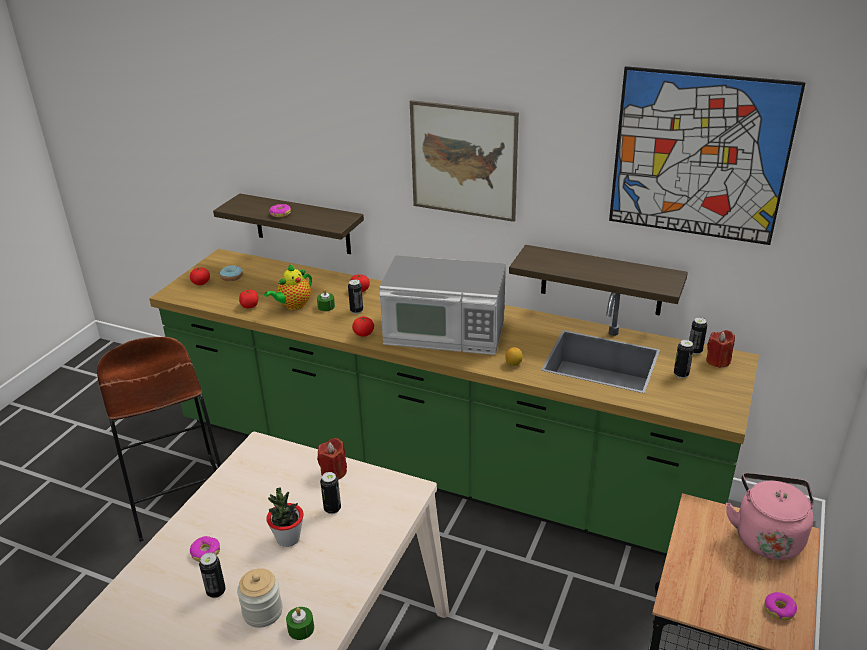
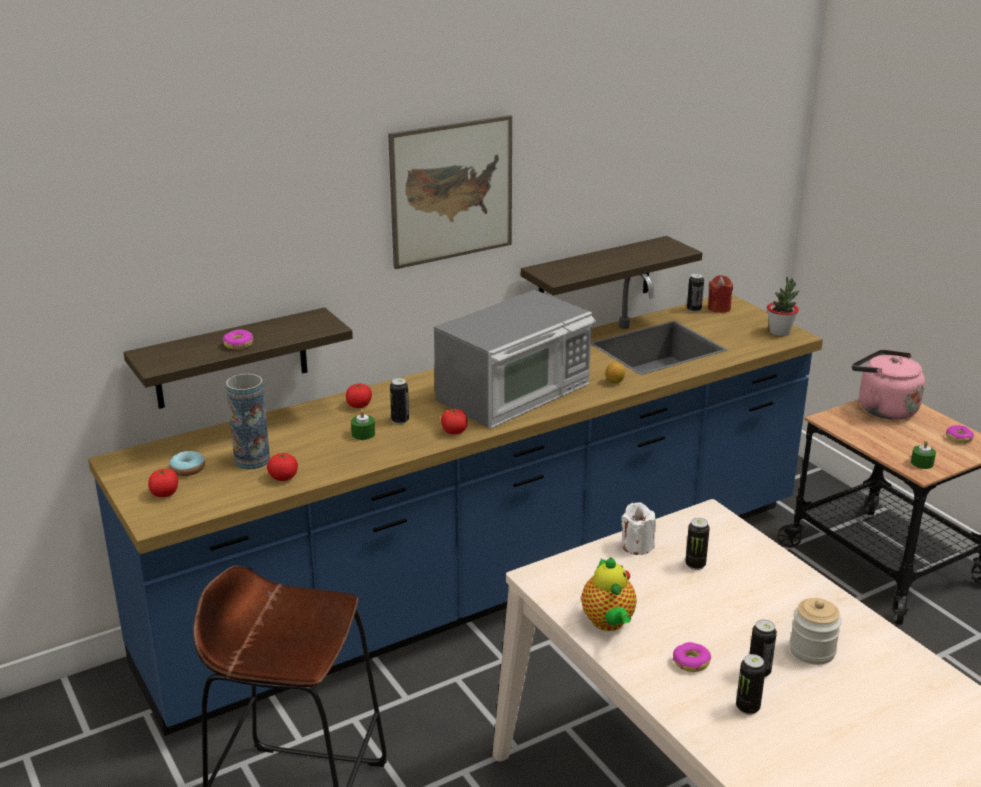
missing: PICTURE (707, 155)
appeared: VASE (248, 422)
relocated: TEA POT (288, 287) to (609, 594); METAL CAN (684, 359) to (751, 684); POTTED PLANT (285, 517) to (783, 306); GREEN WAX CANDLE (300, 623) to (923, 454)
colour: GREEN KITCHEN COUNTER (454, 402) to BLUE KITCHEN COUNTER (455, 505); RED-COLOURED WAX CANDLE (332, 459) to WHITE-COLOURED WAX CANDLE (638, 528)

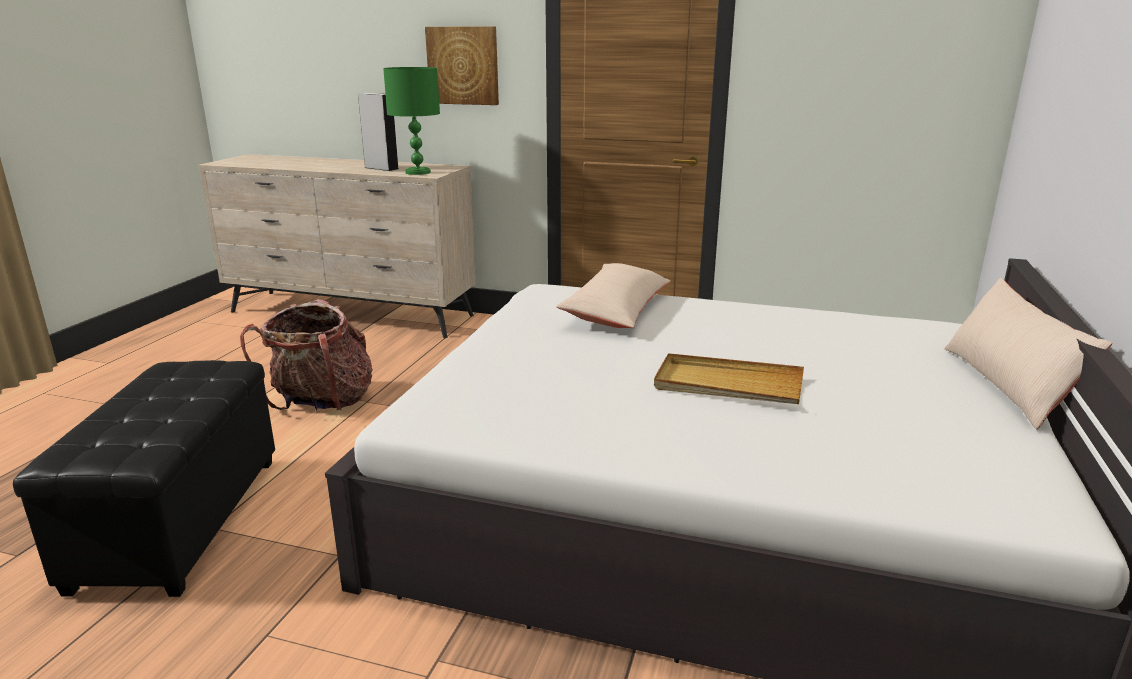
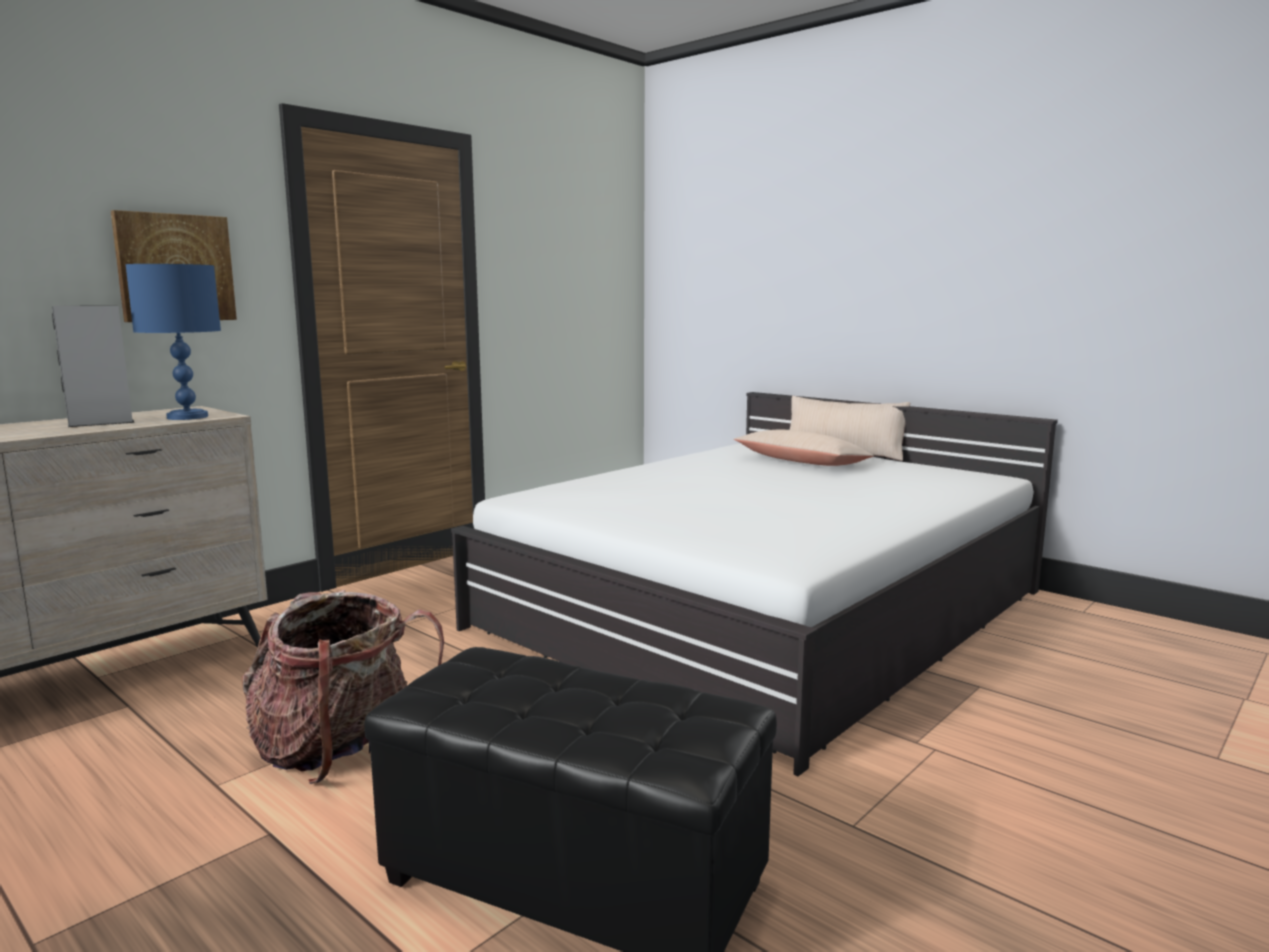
missing: SAND-COLOURED CARRYING TRAY (729, 378)
relocated: SAND-COLOURED THROW PILLOW (613, 295) to (804, 447)
colour: GREEN TABLETOP LAMP (411, 121) to BLUE TABLETOP LAMP (173, 342)

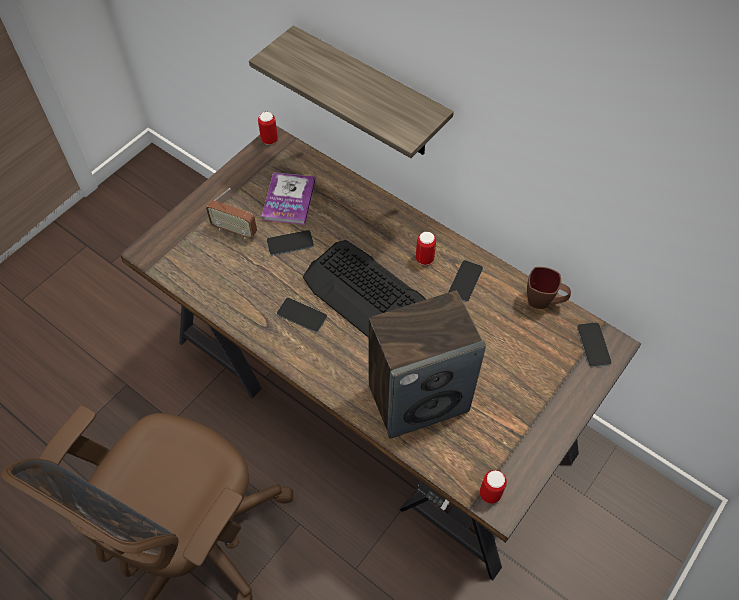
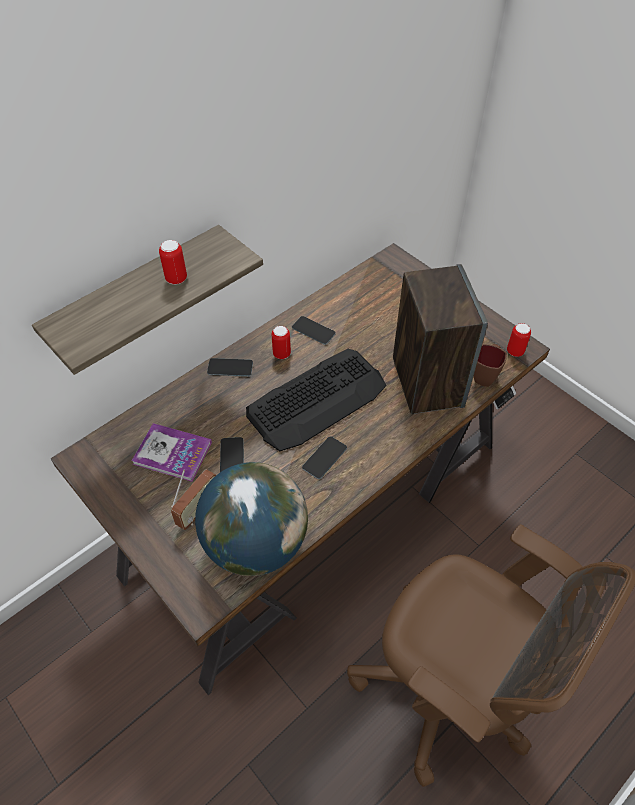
appeared: GLOBE (251, 519)
relocated: METAL CAN (268, 128) to (173, 262); BROWN COFFEE MUG (549, 288) to (490, 365); HANDSET (594, 345) to (230, 367)

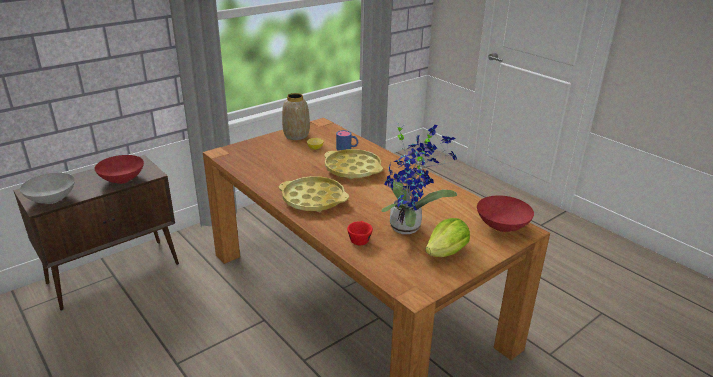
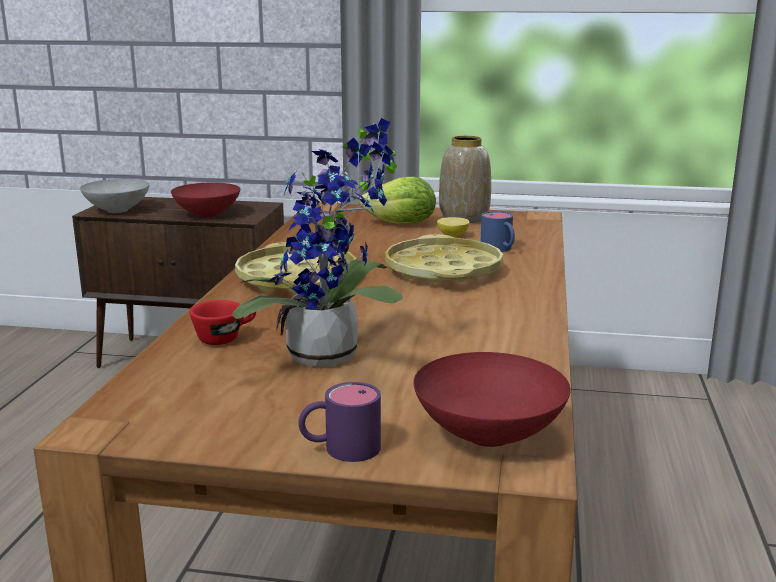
appeared: PURPLE-COLOURED COFFEE MUG (339, 422)
relocated: LETTUCE HEAD (447, 237) to (397, 200)

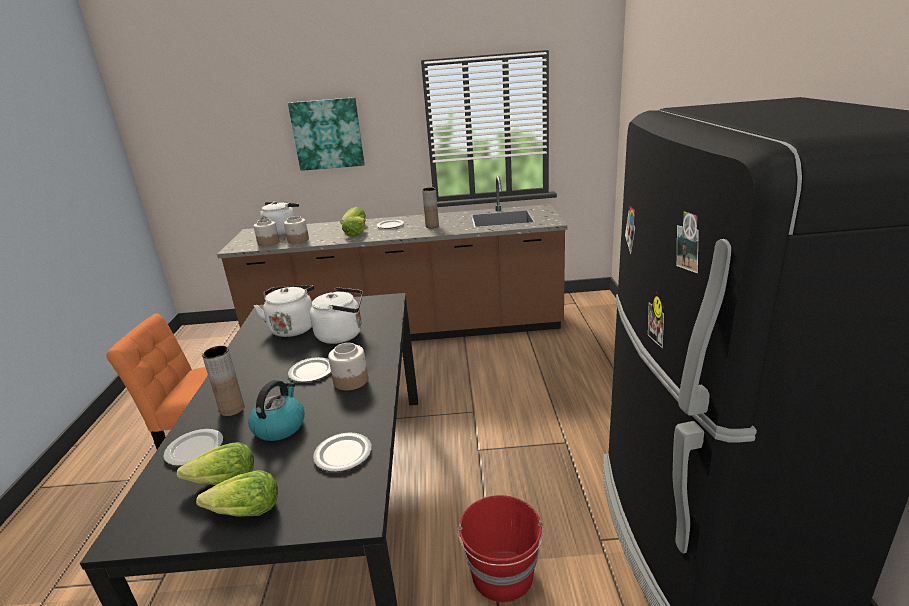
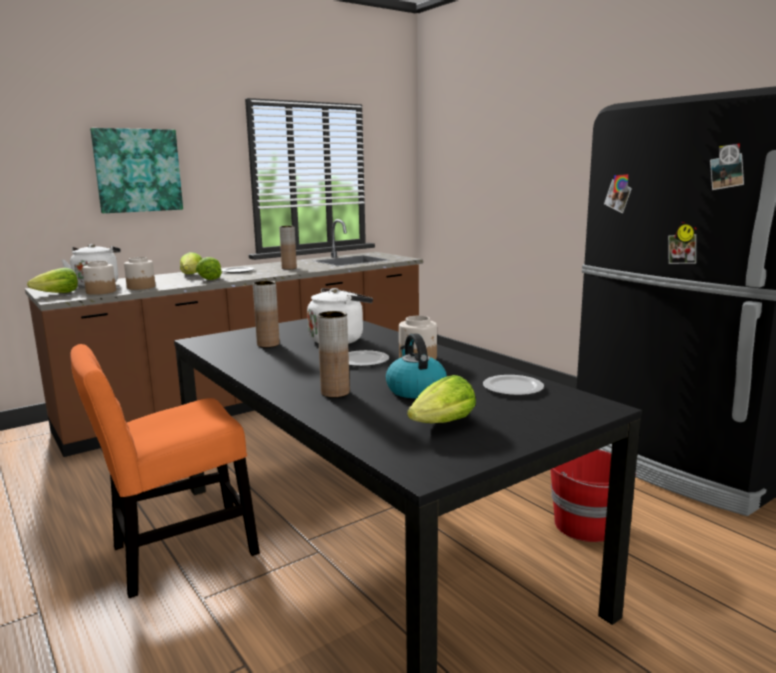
missing: PLATE (193, 447)
relocated: LETTUCE HEAD (237, 493) to (52, 280)
exchanged: WHITE-COLOURED WATER KETTLE (284, 311) to BROWN VASE (266, 314)

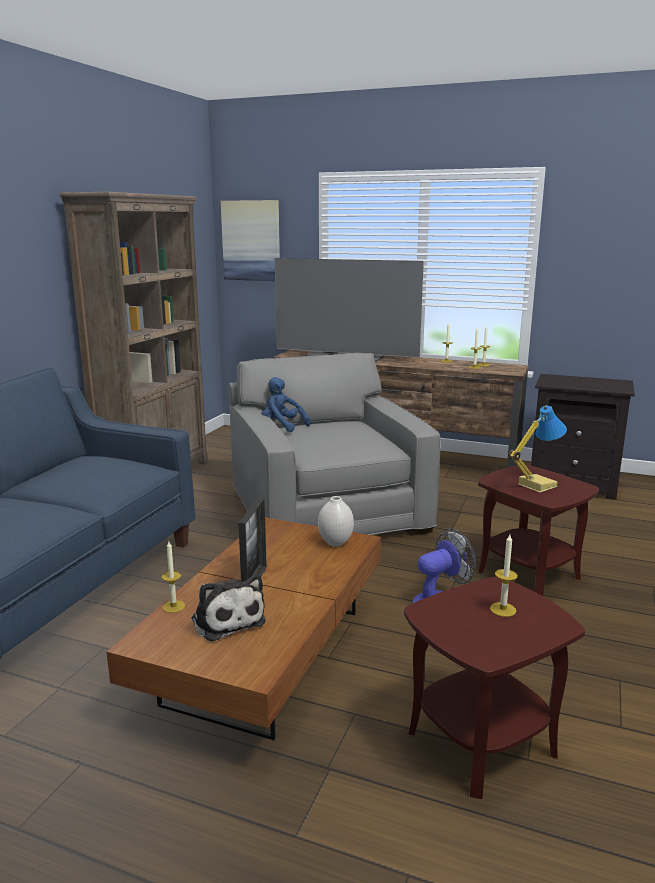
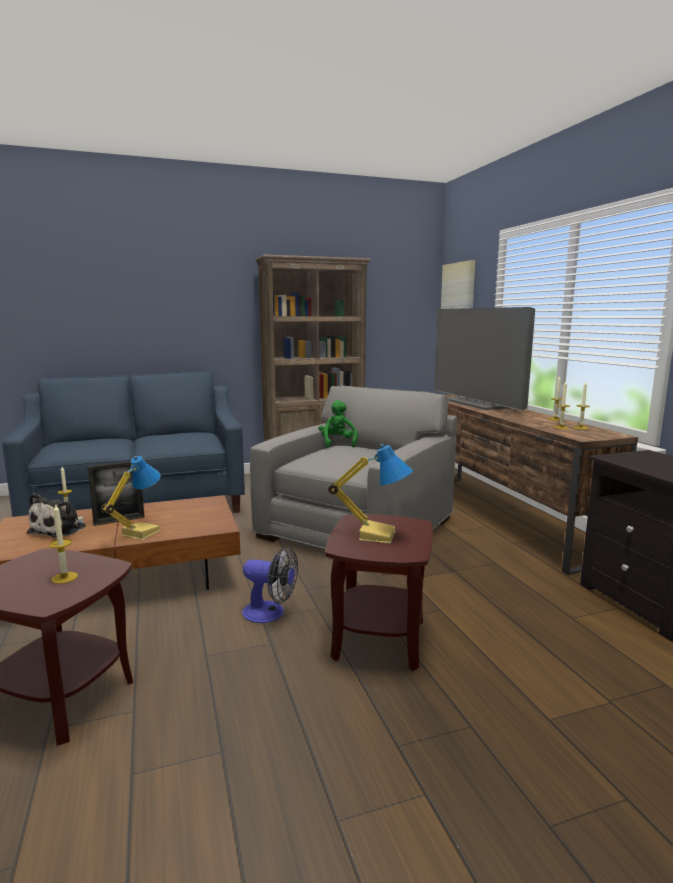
missing: WHITE-COLOURED VASE (336, 521)
appeared: TABLETOP LAMP (131, 498)
colour: BLUE CUDDLY TOY (286, 404) to GREEN CUDDLY TOY (338, 423)

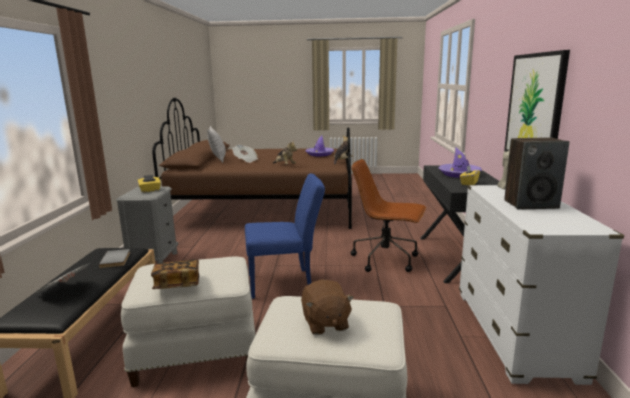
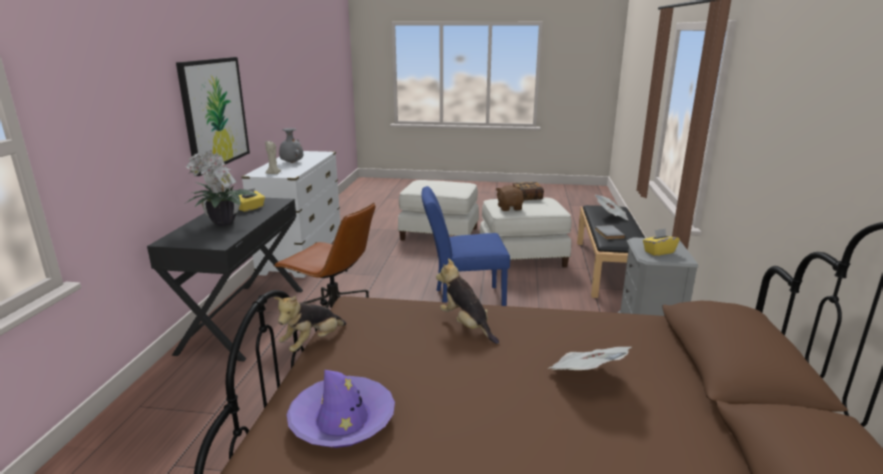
missing: THROW PILLOW (216, 144)
relocated: BROWN CUDDLY TOY (327, 307) to (510, 198)
exchanged: AUDIO SPEAKER (536, 173) to GREYISH VASE (291, 145); PURPLE-COLOURED WEARABLE HAT (460, 163) to POTTED PLANT (222, 188)

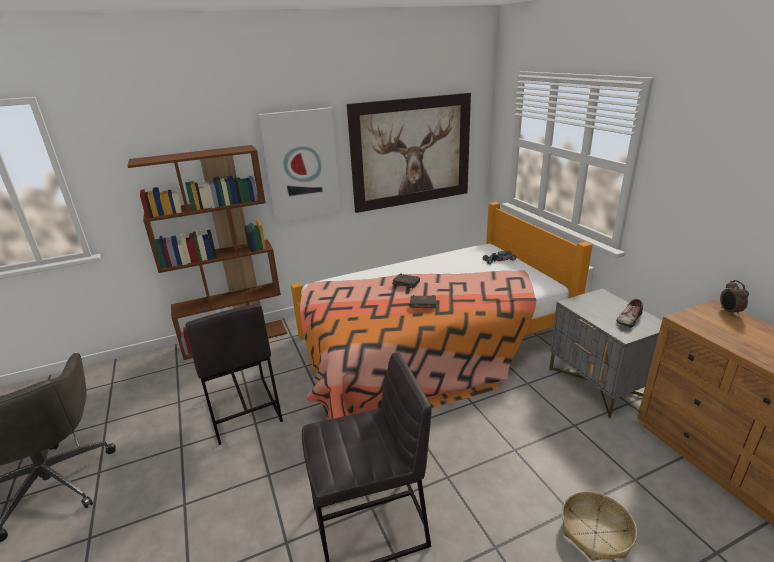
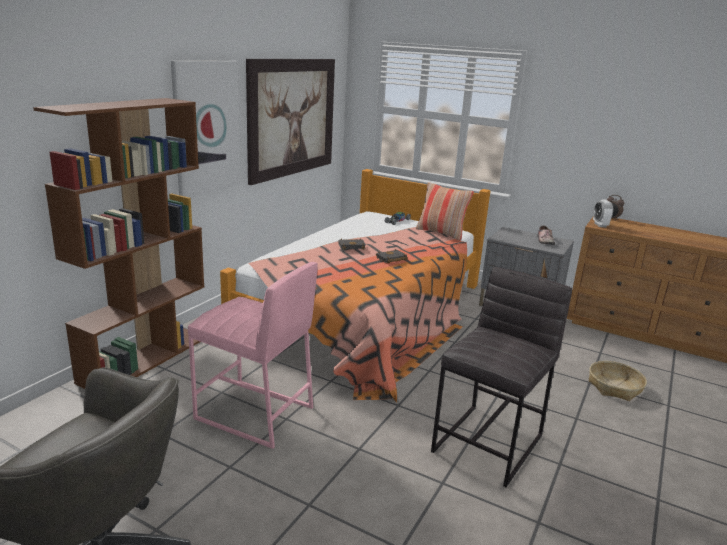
appeared: THROW PILLOW (445, 211); BEDSIDE CLOCK (603, 213)
colour: GREYISH STOOL (234, 374) to PINK STOOL (253, 355)

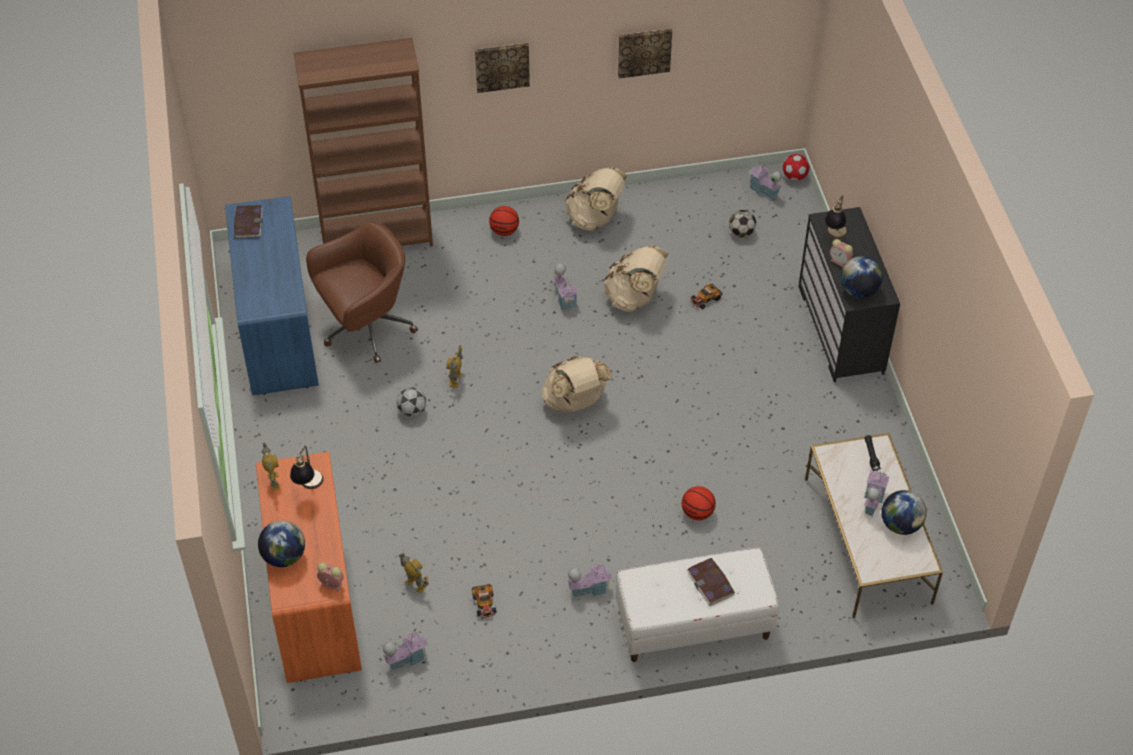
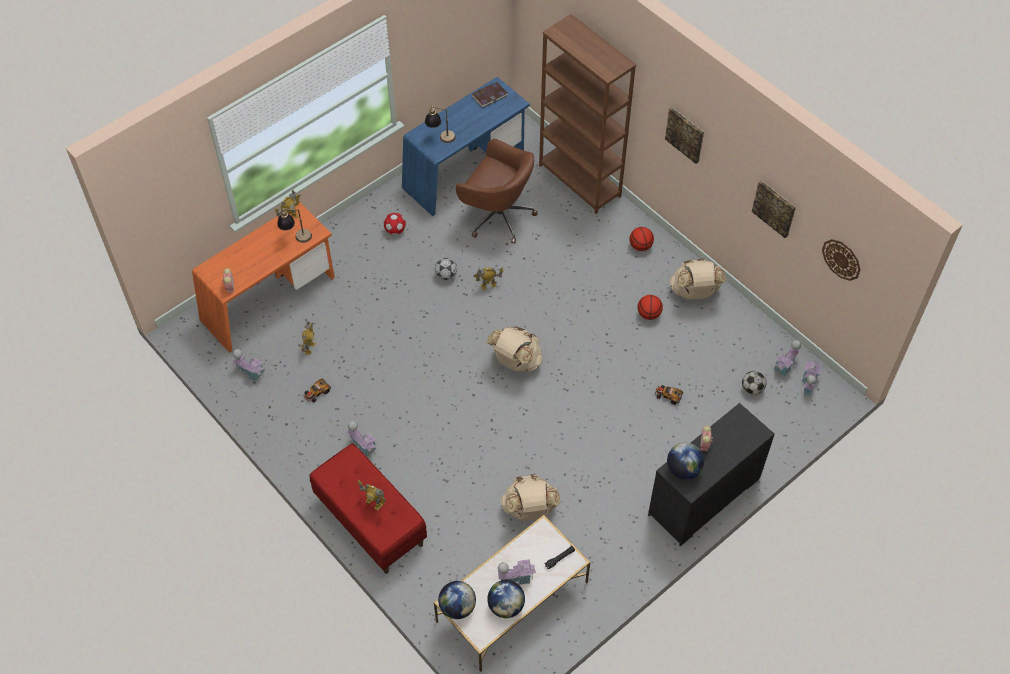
appeared: CLOCK ON THE WALL (841, 260)
relocated: FOOTBALL BALL (796, 167) to (395, 224); TABLETOP LAMP (835, 217) to (440, 124); SAND-COLOURED BACKPACK (635, 278) to (530, 497); MODEL HOUSE (565, 288) to (787, 358); BALL FOR BASKETBALL (699, 503) to (650, 307); GLOBE (281, 544) to (457, 600)
exchanged: BOUND BOOK (711, 582) to ROBOT FIGURE (372, 495)
colour: WHITE-COLOURED LONG SEAT (697, 605) to RED-COLOURED LONG SEAT (368, 508)

